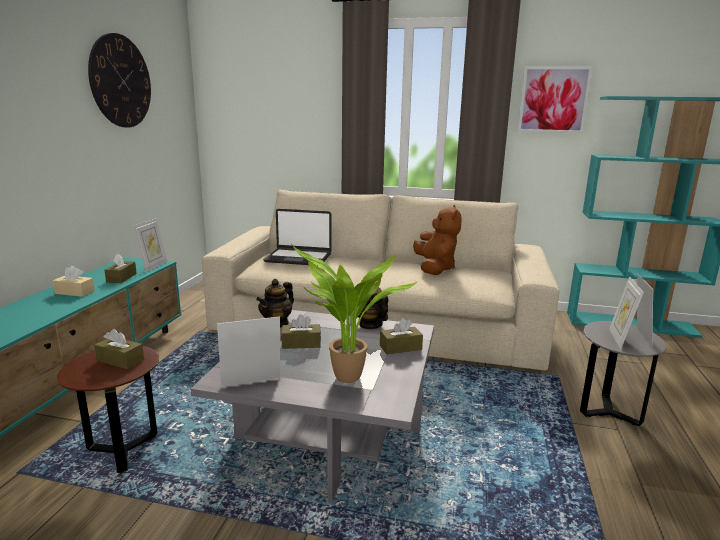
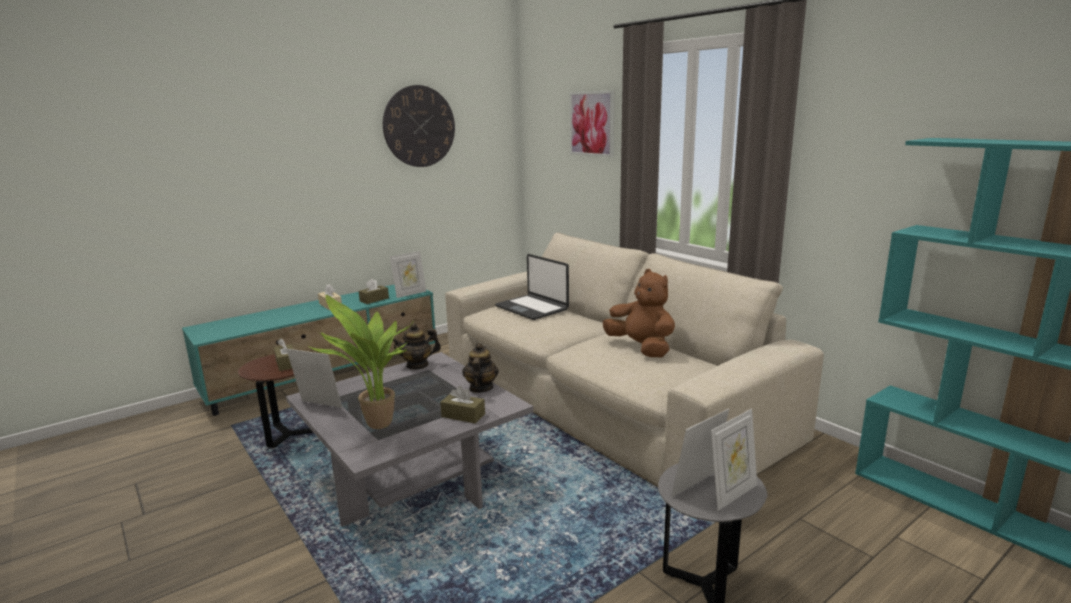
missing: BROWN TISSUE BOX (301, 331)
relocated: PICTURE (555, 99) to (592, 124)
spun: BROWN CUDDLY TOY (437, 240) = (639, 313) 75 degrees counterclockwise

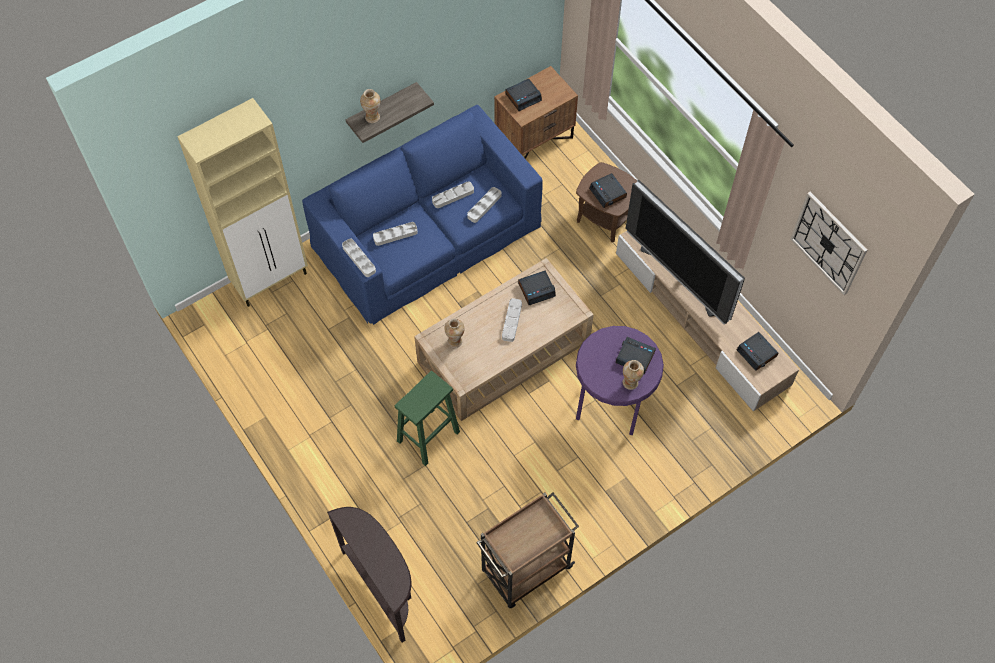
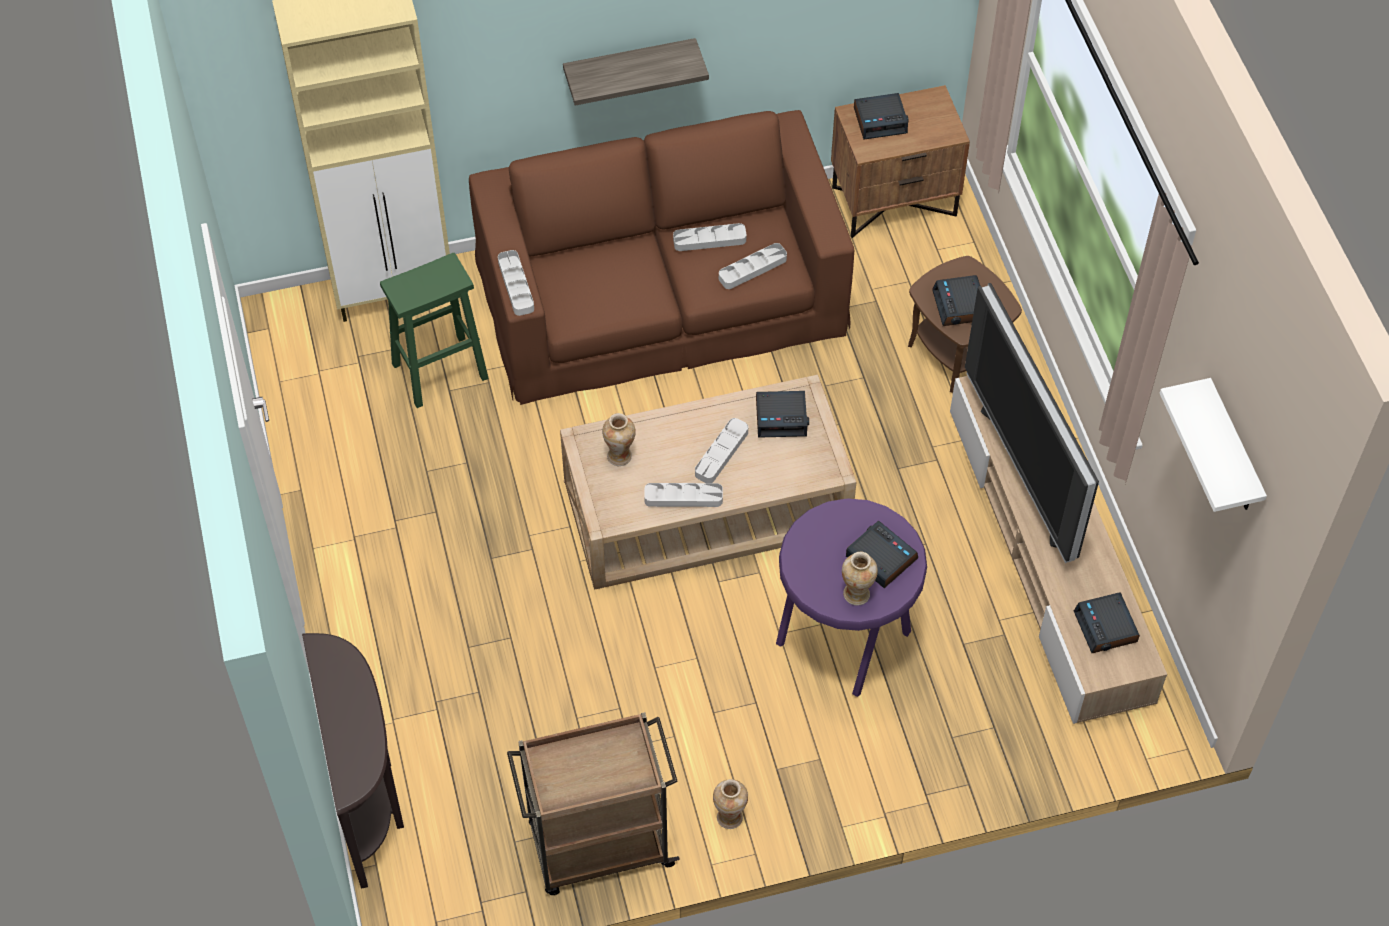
relocated: VASE (370, 106) to (730, 804); GREYISH CARRYING TRAY (395, 234) to (683, 495); GREEN STOOL (427, 418) to (434, 330)
exchanged: CLOCK ON THE WALL (828, 243) to WHITE-COLOURED SHELF (1213, 445)
colour: BLUE SOFA (422, 215) to BROWN SOFA (661, 257)

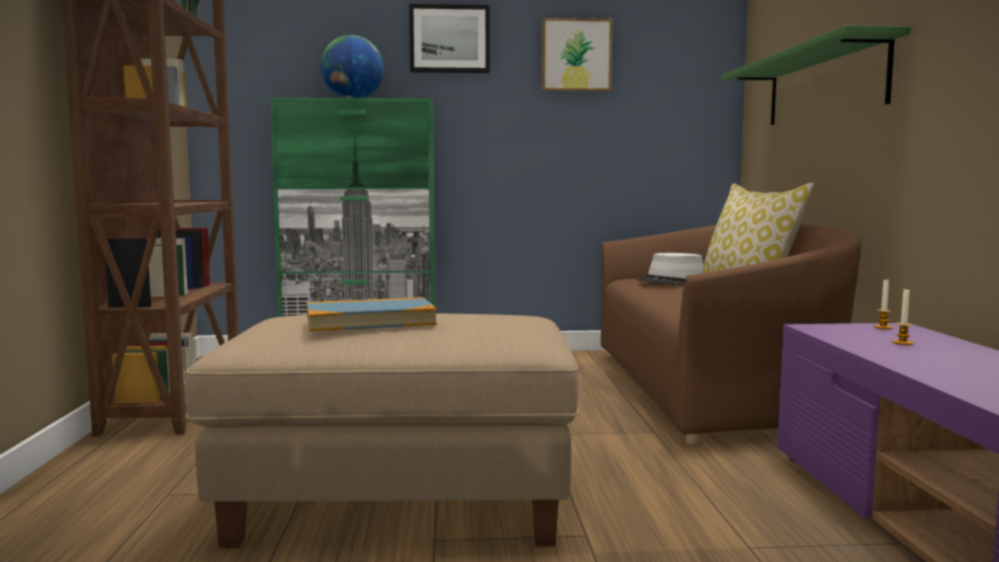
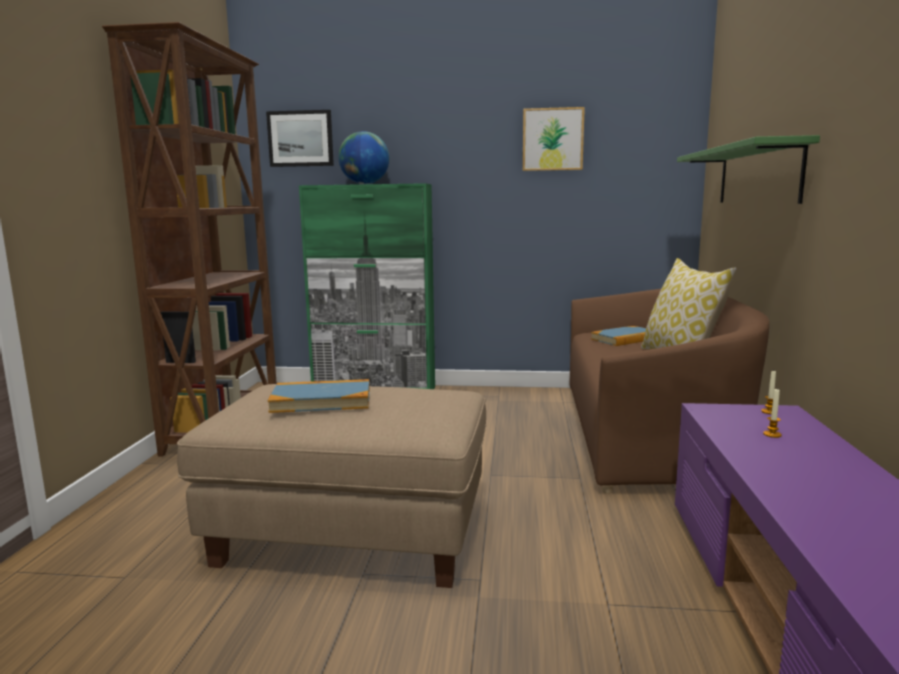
relocated: PICTURE (449, 38) to (300, 138)
exchanged: GREYISH WEARABLE HAT (670, 269) to BOUND BOOK (618, 336)

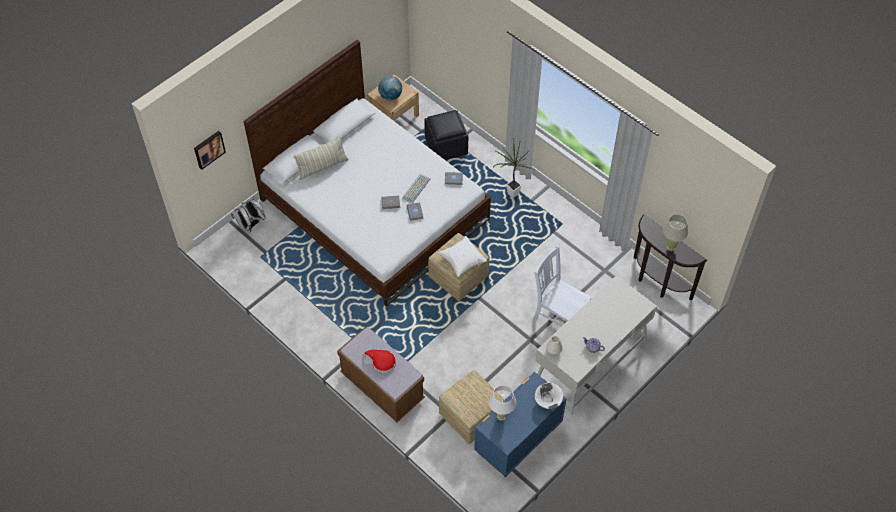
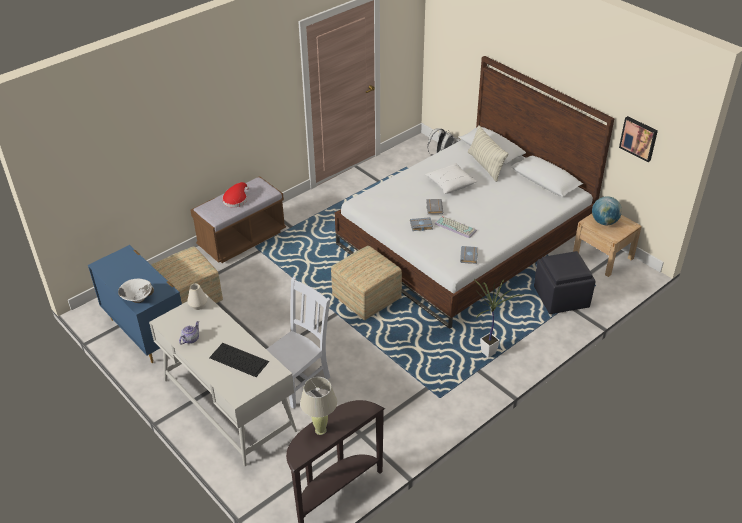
missing: WHITE-COLOURED TABLETOP LAMP (502, 403)
appeared: KEYBOARD (239, 360)
relocated: PICTURE (210, 150) to (638, 139); WHITE-COLOURED THROW PILLOW (462, 256) to (451, 178)

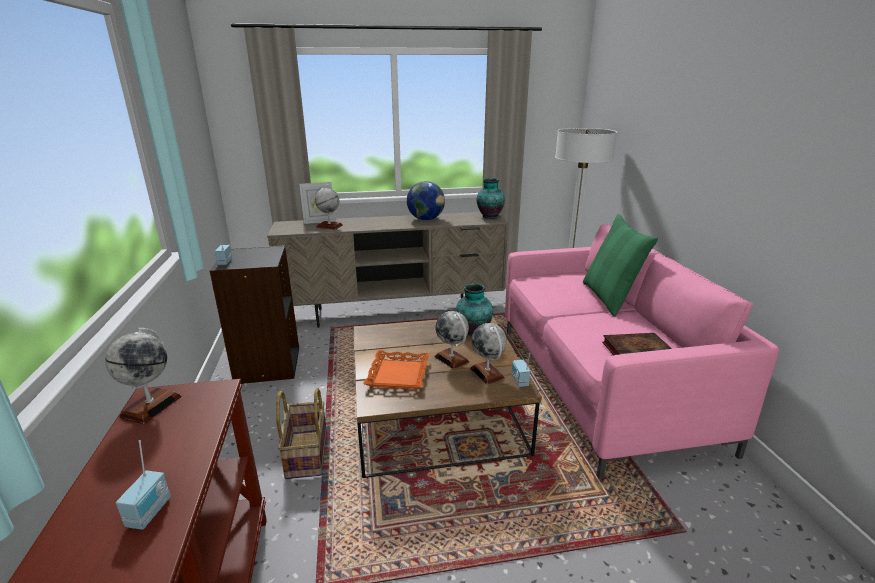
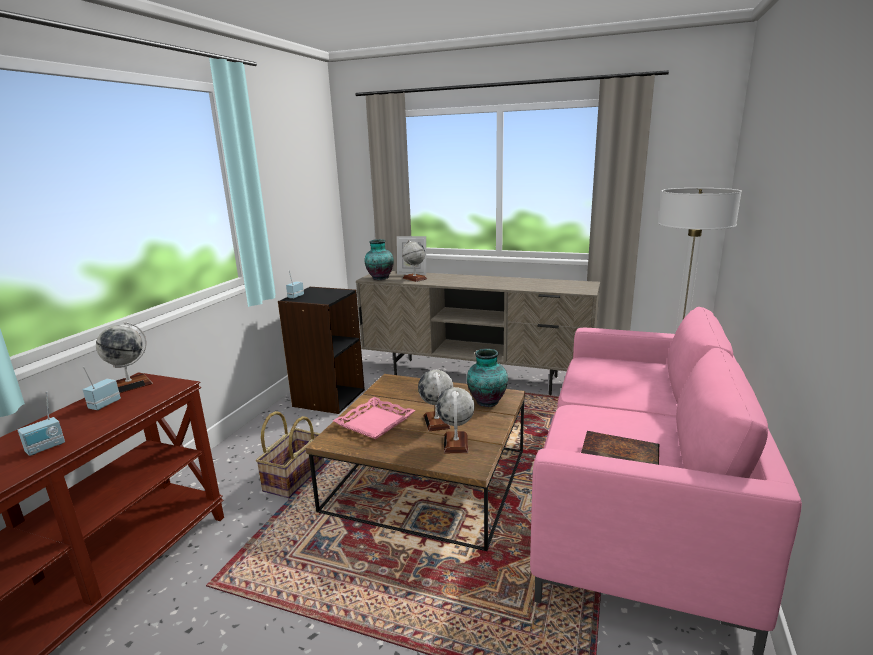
missing: GLOBE (426, 200); GREEN THROW PILLOW (620, 265)
relocated: VASE (490, 198) to (379, 259); RADIO (521, 370) to (102, 388)
colour: ORANGE CARRYING TRAY (396, 370) to PINK CARRYING TRAY (374, 418)

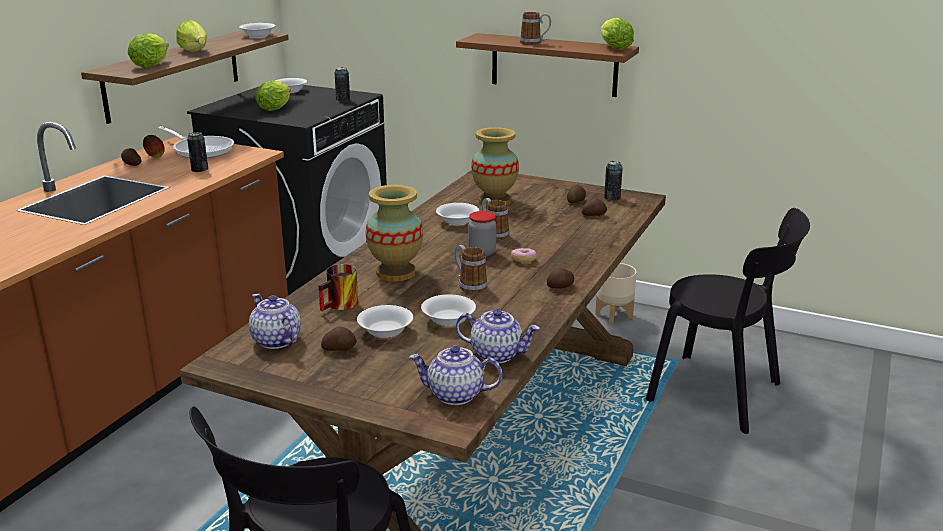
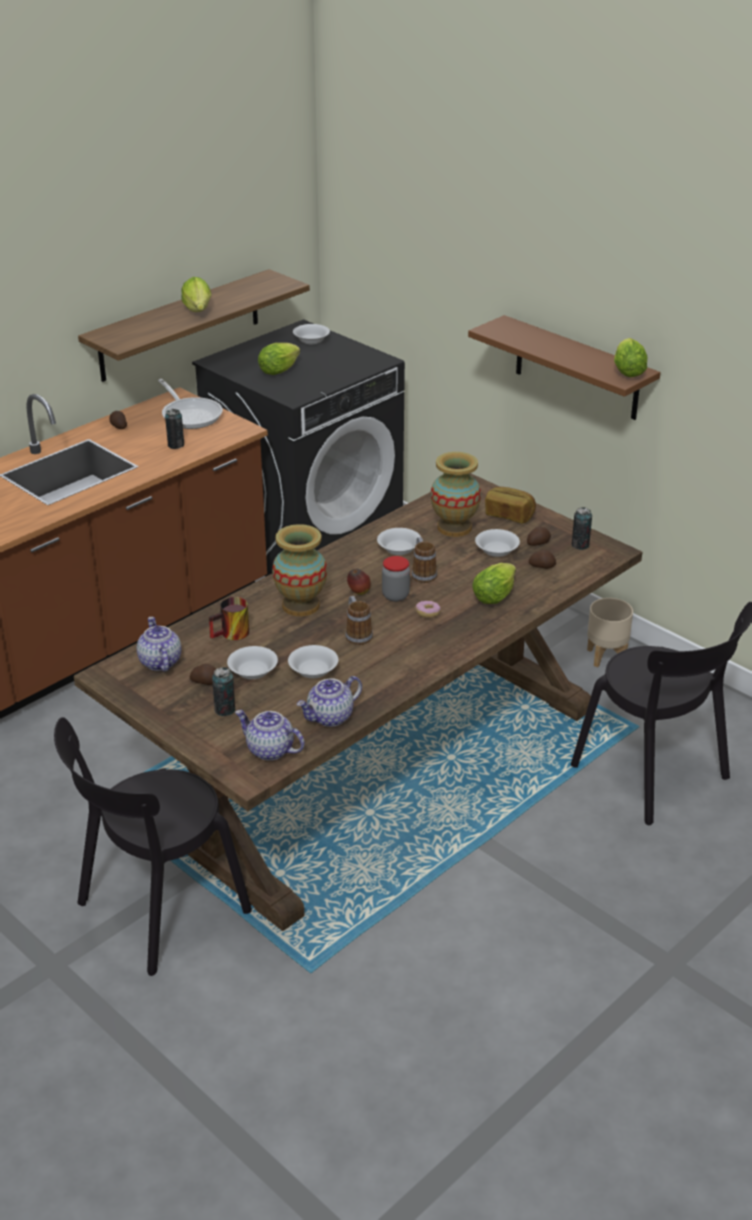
missing: COFFEE MUG (535, 28); WHOLE POTATO (560, 278)
appeared: BREAD (510, 505)
relocated: WHITE-COLOURED DEEP DISH (257, 30) to (497, 543); LETTUCE HEAD (148, 50) to (494, 583); METAL CAN (342, 84) to (223, 691); APPLE (154, 146) to (359, 582)
spun: TEA POT (497, 336) = (329, 701) 105 degrees clockwise

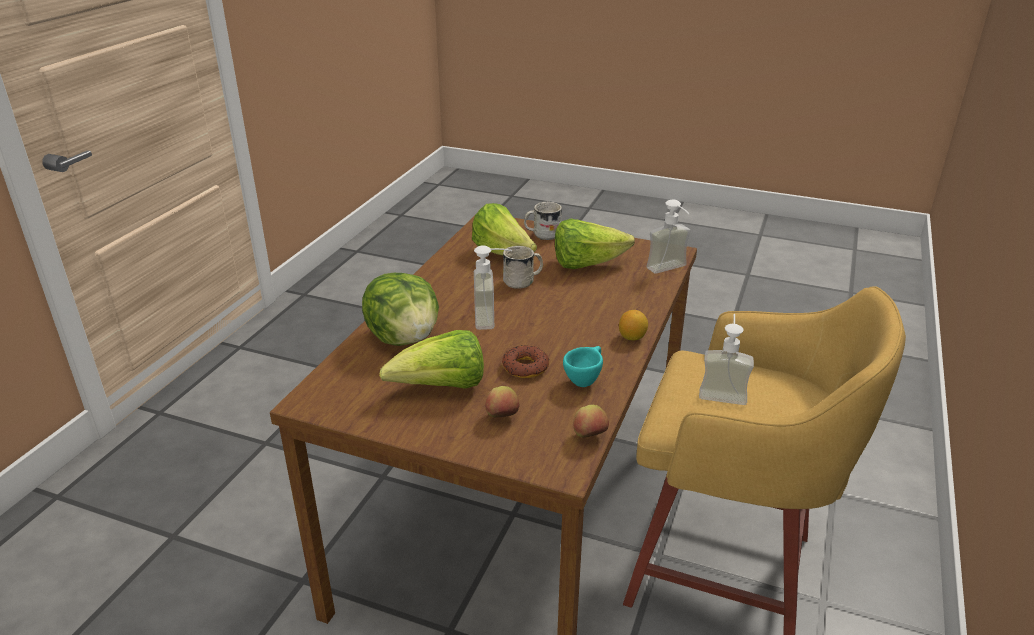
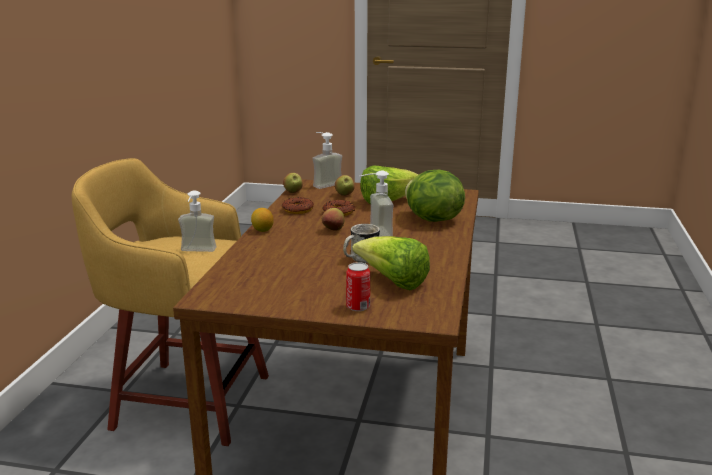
missing: LETTUCE HEAD (595, 244)
appeared: APPLE (333, 219)
relocated: LIQUID SOAP BOTTLE (669, 236) to (327, 160)
exchanged: WHITE-COLOURED COFFEE MUG (543, 221) to METAL CAN (358, 286); BLUE-GREEN DRINKING CUP (583, 366) to DOUGHNUT (298, 205)

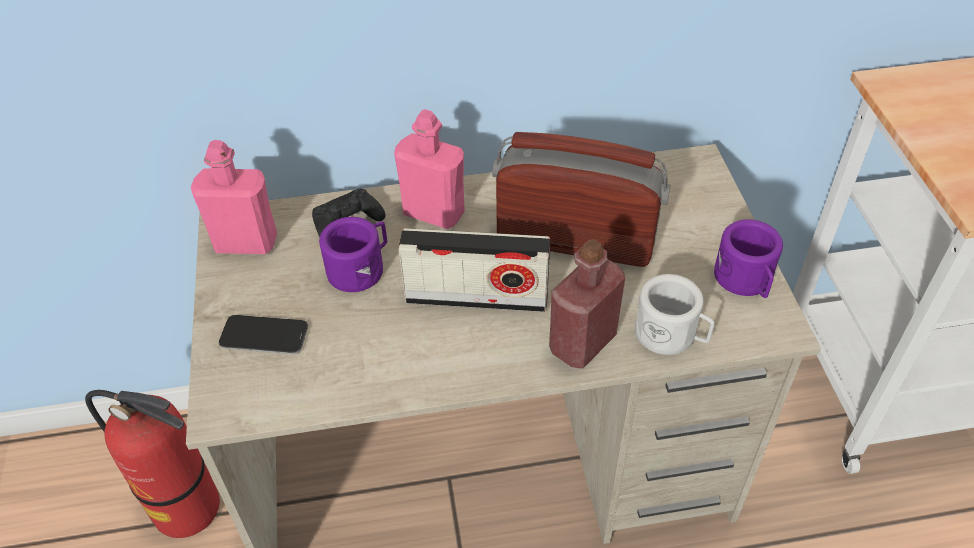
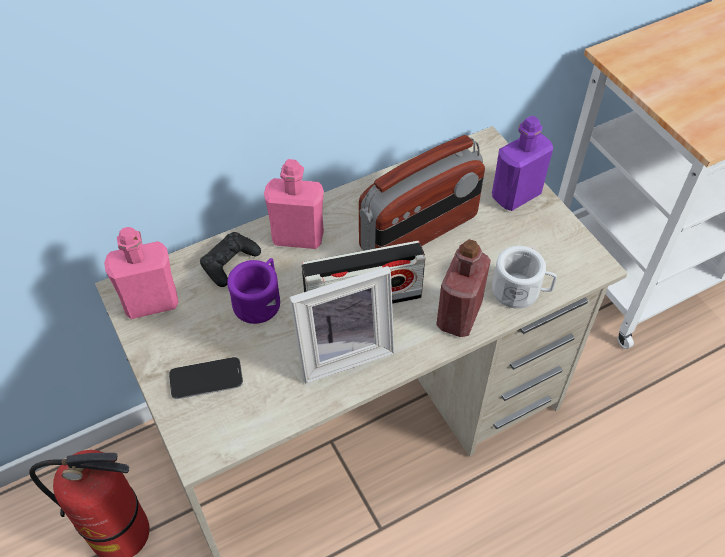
missing: PURPLE-COLOURED COFFEE MUG (748, 258)
appeared: PURPLE-COLOURED DRINK BOTTLE (522, 163); STANDING FRAME (341, 324)
spun: RADIO (581, 199) = (422, 193) 150 degrees clockwise

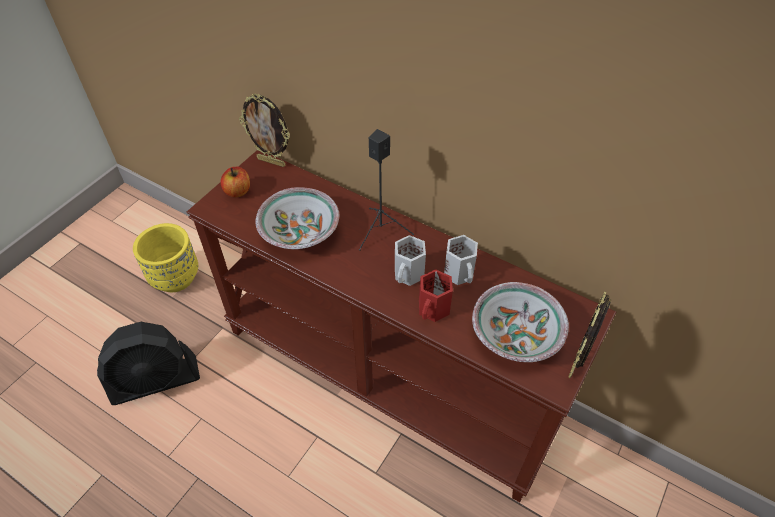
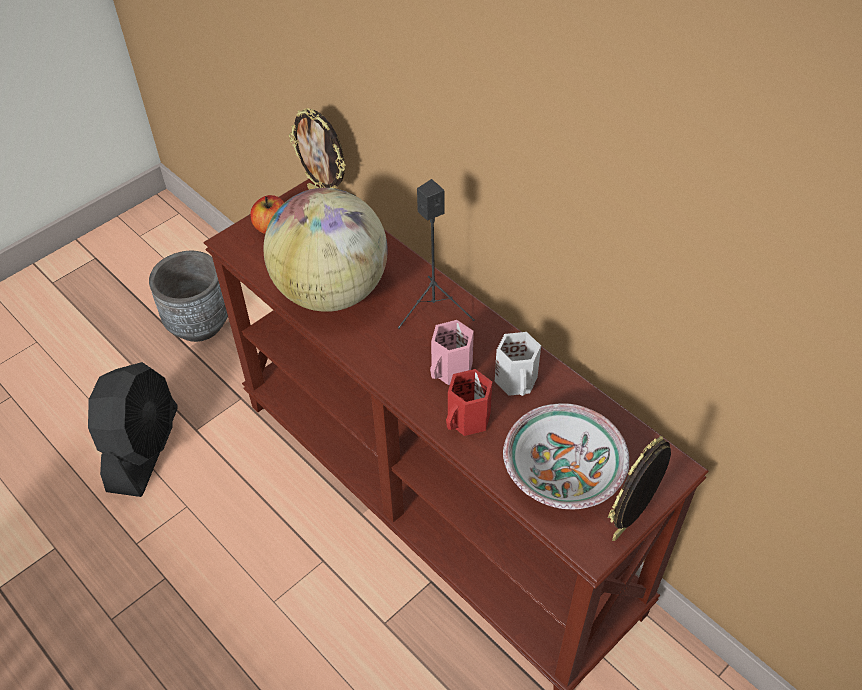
exchanged: DEEP DISH (297, 218) to GLOBE (325, 250)
colour: YELLOW-COLOURED PLANTER (165, 257) to GREYISH PLANTER (188, 296); WHITE-COLOURED COFFEE MUG (410, 260) to PINK COFFEE MUG (452, 352)
spun: BLACK-COLOURED FAN (148, 363) = (133, 429) 75 degrees counterclockwise

